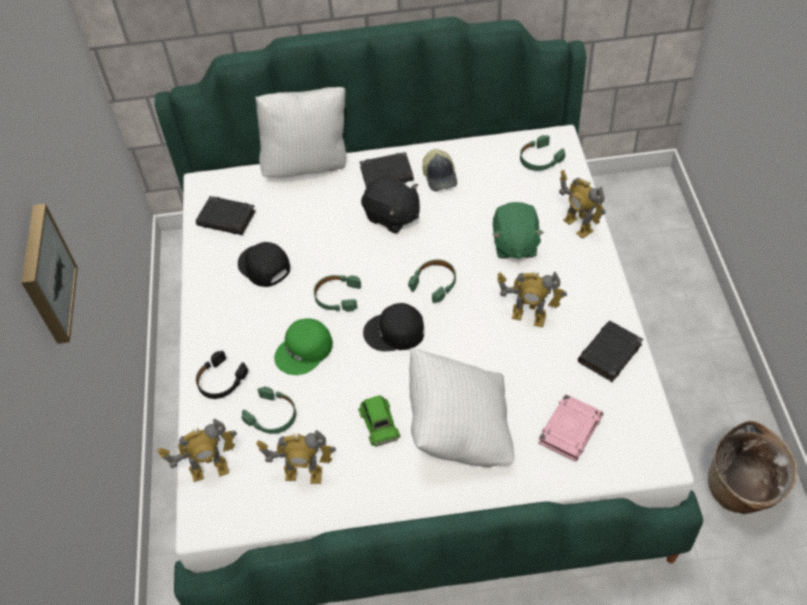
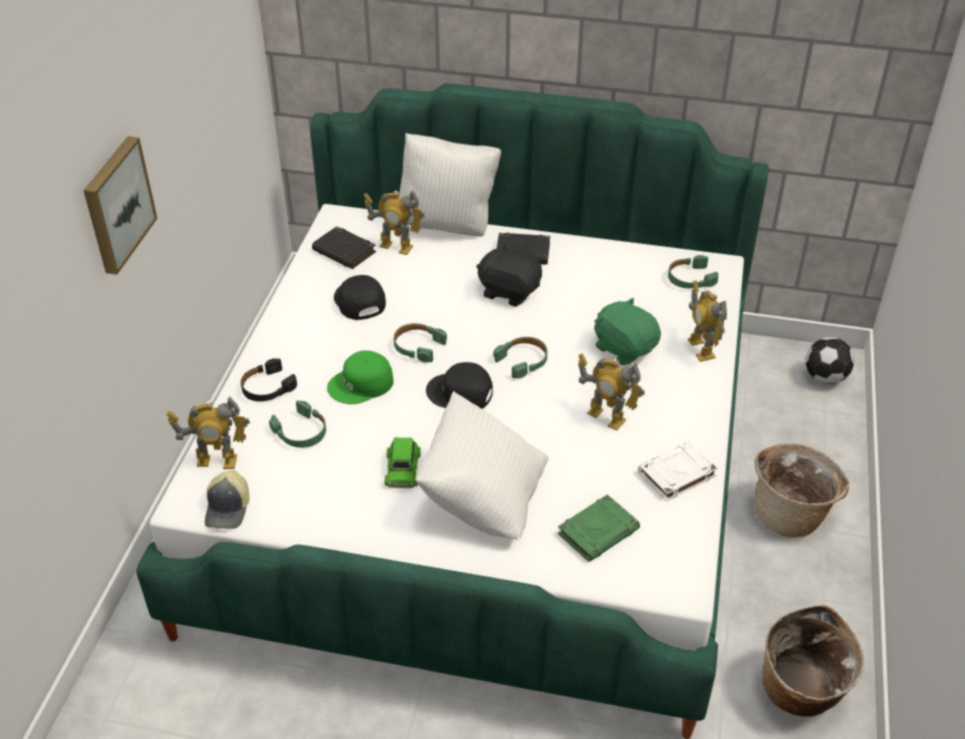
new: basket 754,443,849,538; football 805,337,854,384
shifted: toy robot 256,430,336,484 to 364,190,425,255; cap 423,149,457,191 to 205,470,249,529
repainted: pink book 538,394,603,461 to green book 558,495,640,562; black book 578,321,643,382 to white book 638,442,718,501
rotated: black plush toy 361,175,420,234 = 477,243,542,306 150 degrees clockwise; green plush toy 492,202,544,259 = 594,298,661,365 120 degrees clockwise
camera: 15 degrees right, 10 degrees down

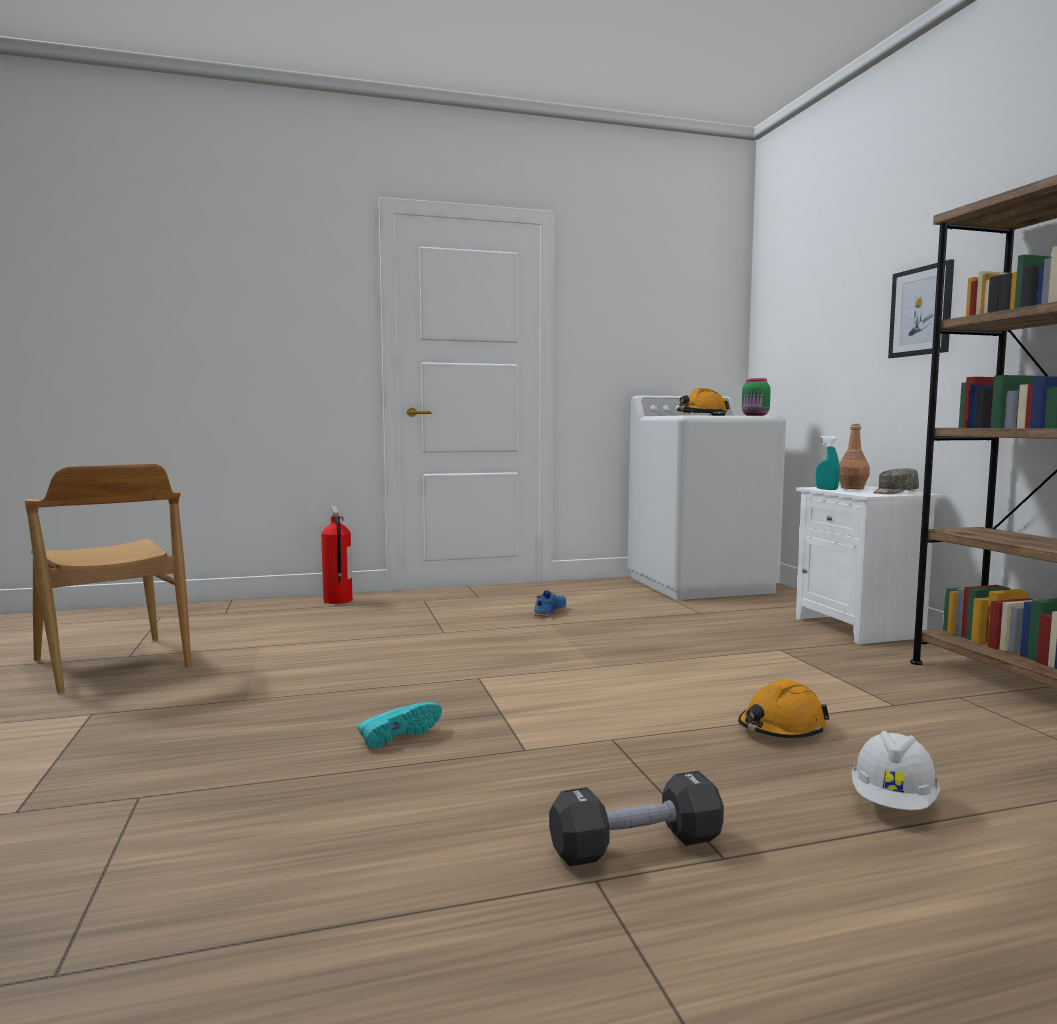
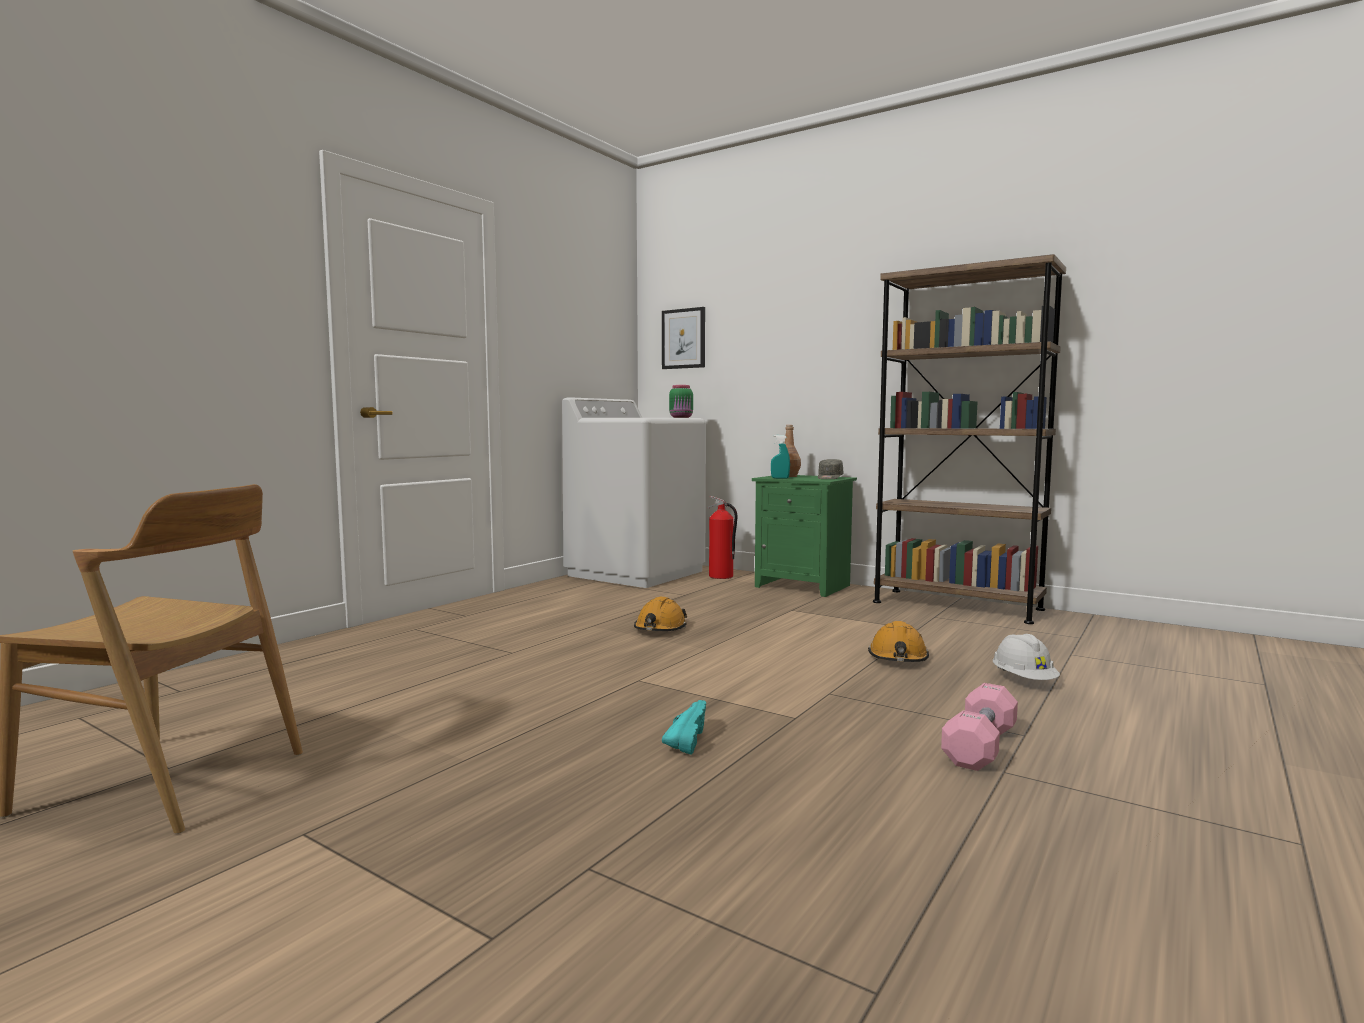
gone: blue shoe 534,590,566,617
shifted: fire extinguisher 321,506,352,604 to 707,496,737,579; orange hard hat 677,388,730,416 to 634,597,687,631; picture 888,259,954,358 to 662,307,705,369
repainted: black dumbbell 549,771,724,867 to pink dumbbell 941,683,1018,771; white nightstand 796,486,942,644 to green nightstand 752,475,857,597
camera: 40 degrees left, 0 degrees up

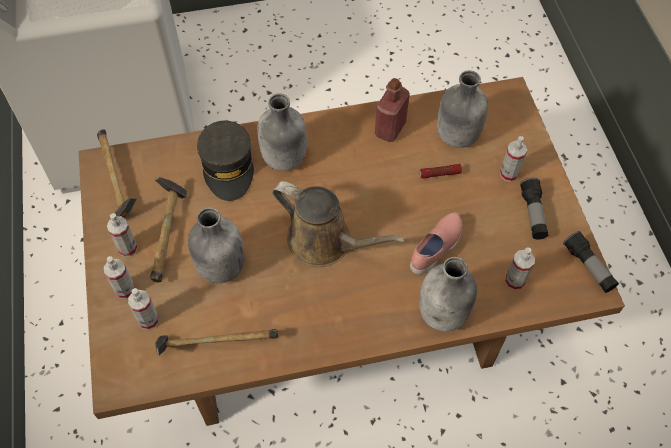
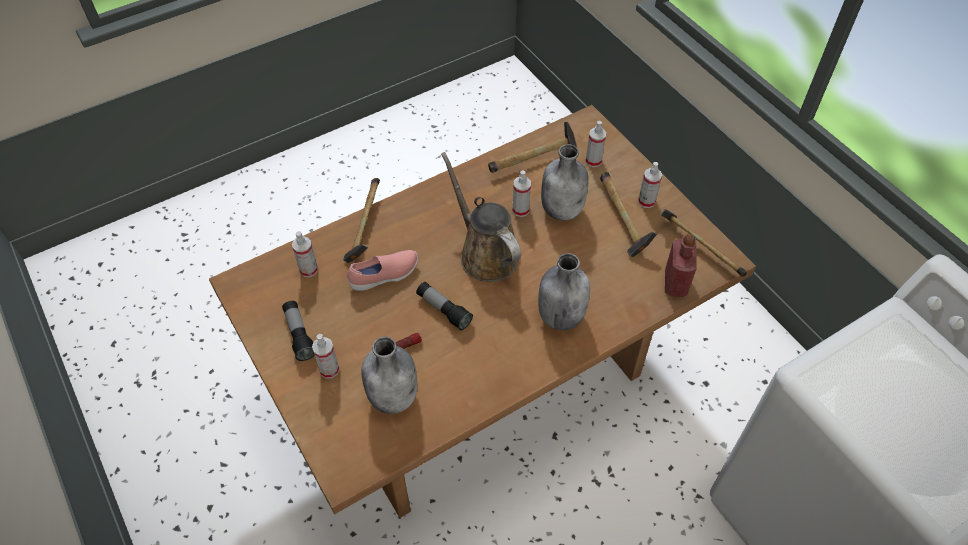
gone: grey cap 197,121,254,201
shifted: spray bottle 104,256,135,299 to 512,170,531,217; red bottle 375,78,410,142 to 665,234,697,297; flashlight 563,231,619,293 to 416,282,473,331
swapped: grey bottle 419,257,477,332 to hammer 343,178,380,263
rotated: brown watering can 272,181,405,267 = 441,152,521,282 45 degrees clockwise; pink shoe 410,213,462,275 = 347,250,418,291 135 degrees counterclockwise
camera: 160 degrees right, 5 degrees down

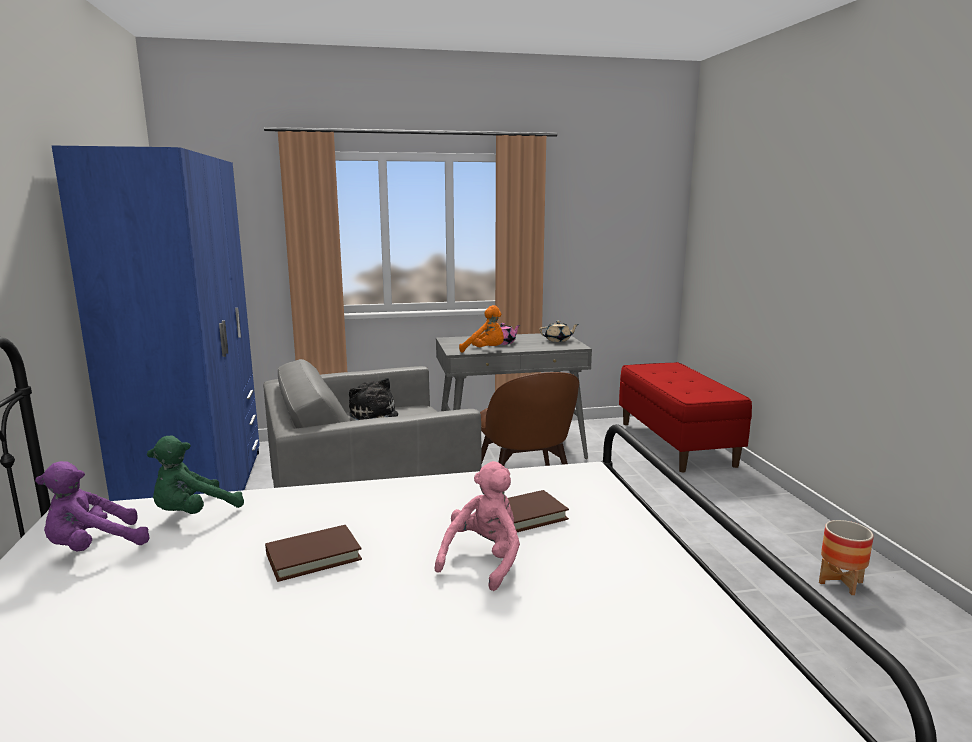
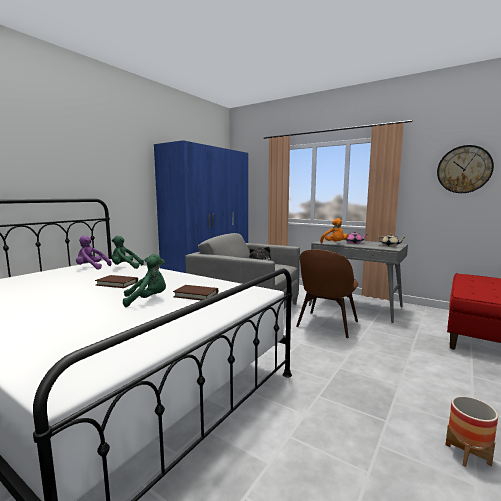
new: wall clock 437,145,494,193
repainted: pink plush toy 435,461,520,591 to green plush toy 123,254,166,307
camera: 45 degrees right, 5 degrees down

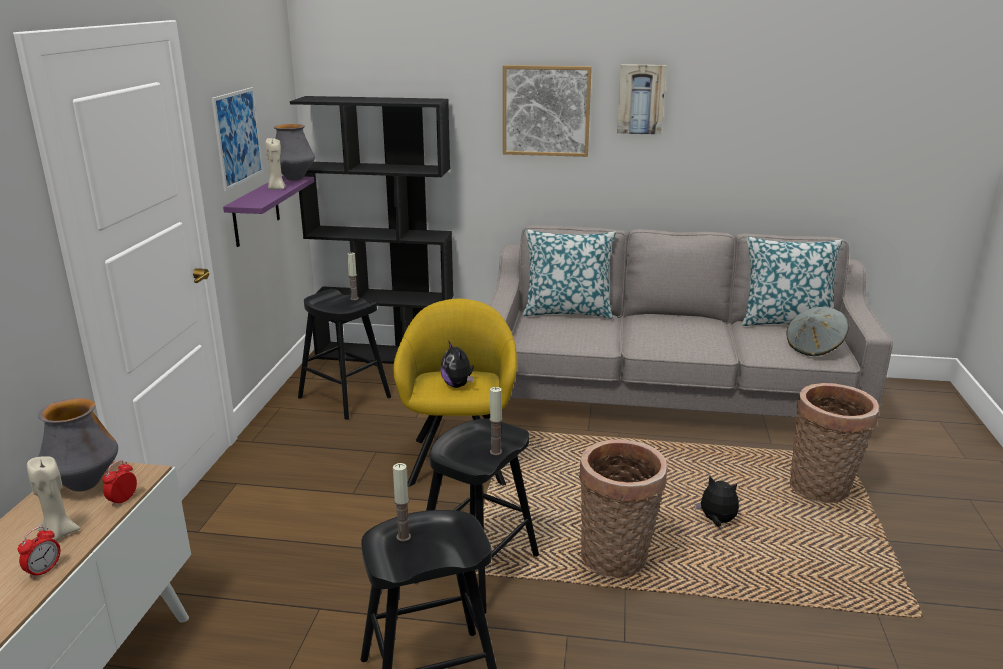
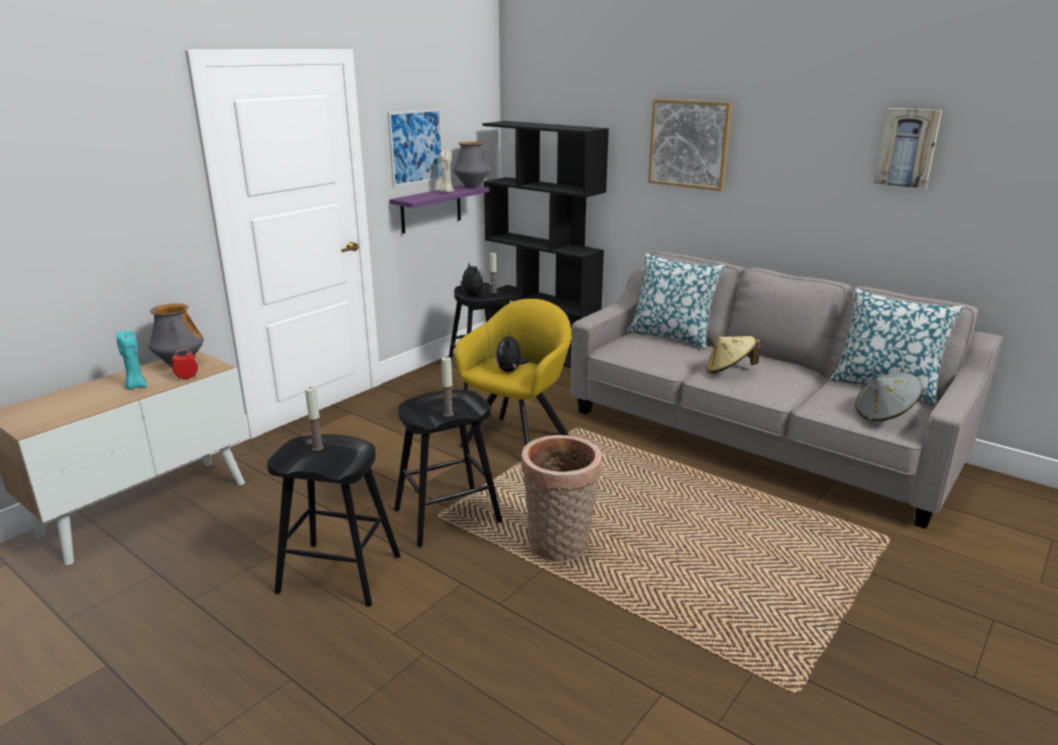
gone: alarm clock 18,526,60,579; basket 790,383,879,503
new: beige hat 706,336,761,374
shifted: picture 617,64,666,135 to 874,108,942,188; plush toy 695,476,739,527 to 459,263,484,296
repainted: beige candle 27,456,80,541 to turquoise candle 117,331,147,389
camera: 30 degrees right, 0 degrees up

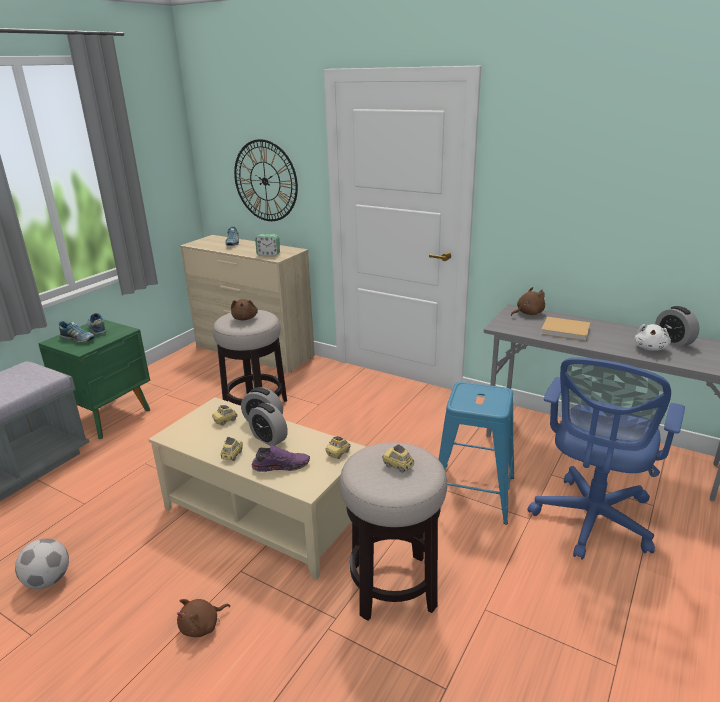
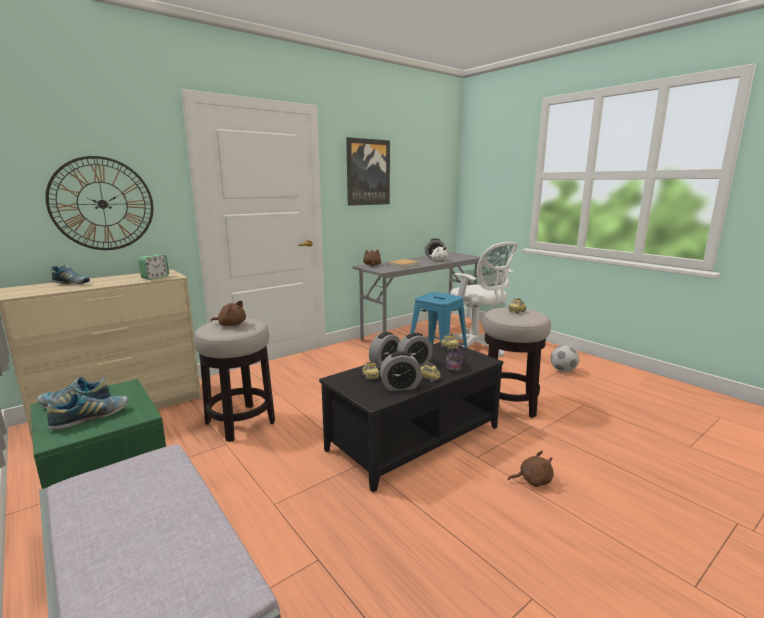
new: picture 346,137,390,206; alarm clock 380,351,422,391
shifted: football 15,538,69,589 to 551,345,579,372
repainted: beige coffee table 149,397,366,580 to black coffee table 319,342,503,492; blue office chair 528,357,685,560 to white office chair 449,242,518,357
rotated: brown plush toy 177,599,230,637 = 508,451,553,487 75 degrees counterclockwise
camera: 70 degrees left, 10 degrees down

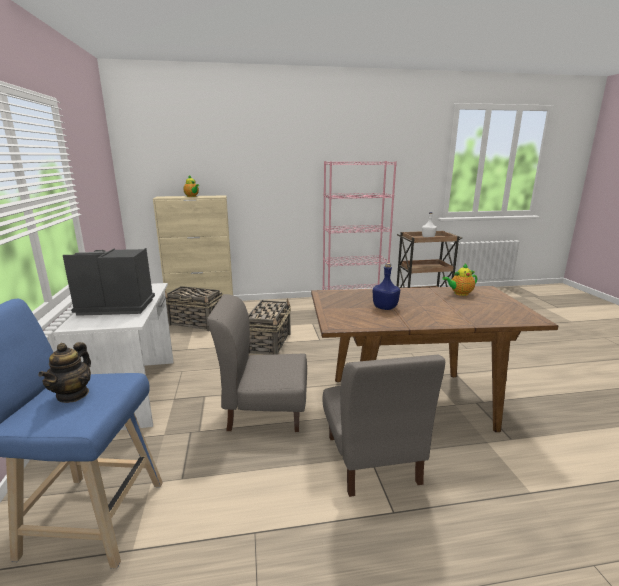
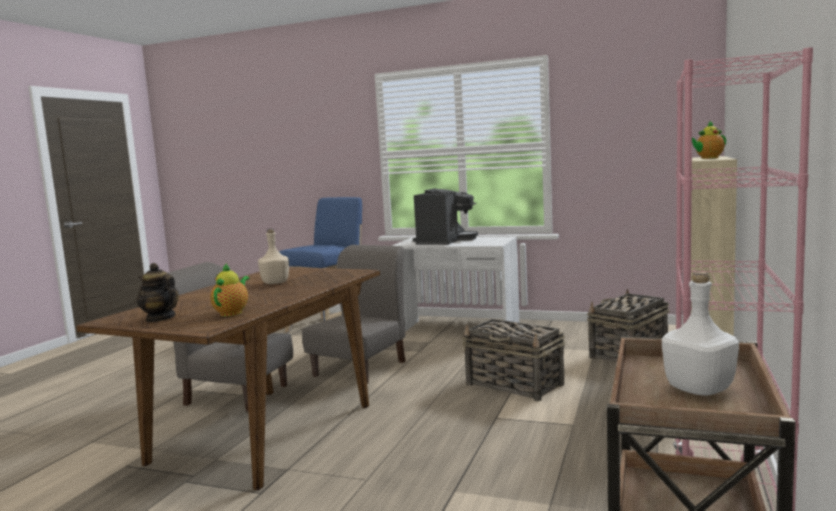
shifted: teapot 38,342,91,403 to 137,263,179,322
repainted: blue bottle 373,263,400,310 to beige bottle 258,228,289,284
camera: 120 degrees right, 10 degrees down

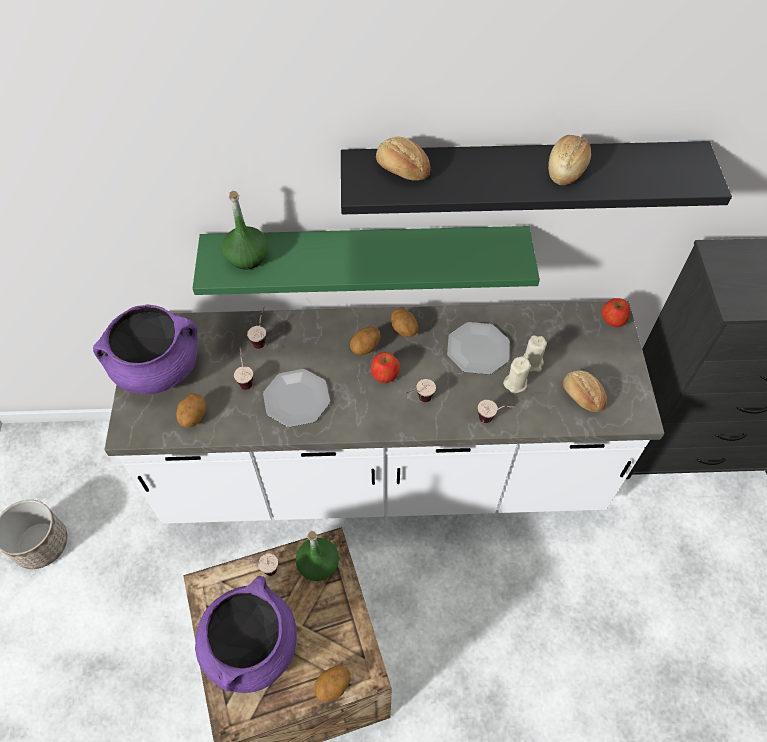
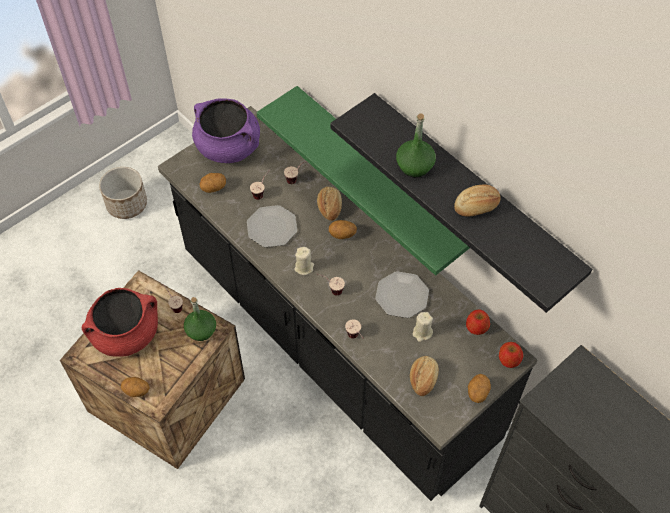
shifted: green bottle 222,191,268,270 to 396,113,436,177; apple 371,352,400,383 to 466,309,490,335; bread 376,136,431,181 to 317,187,342,221; potato 391,308,418,337 to 468,374,491,403; beige candle 503,356,531,393 to 295,247,314,275
repainted: white counter 104,301,664,524 to black counter 158,106,537,501; purple cooking pot 195,576,297,693 to red cooking pot 82,288,158,357
camera: 50 degrees right, 0 degrees up

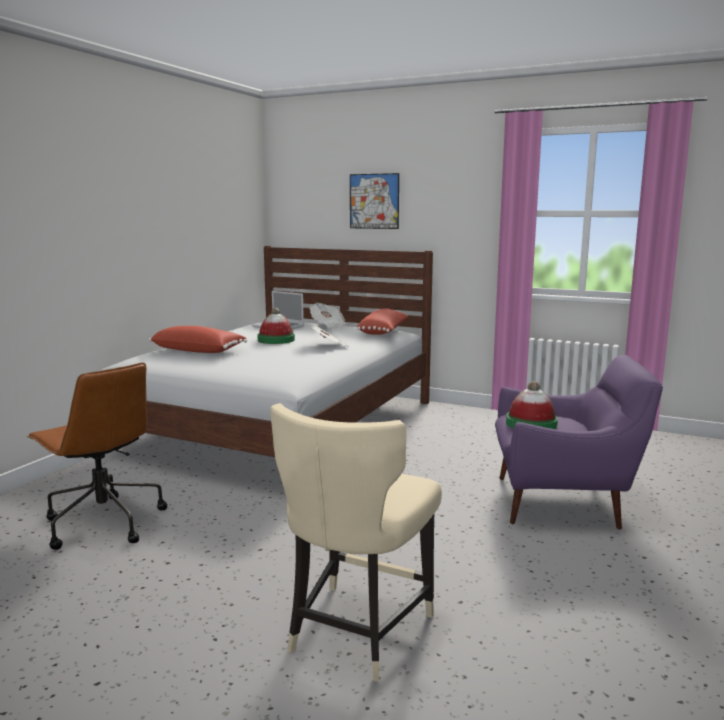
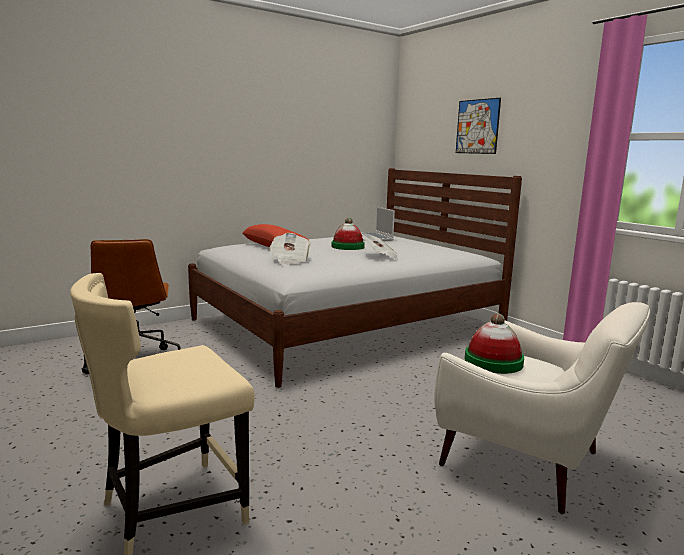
gone: red pillow 357,308,409,335
shifted: newspaper 309,303,346,329 to 269,233,311,265
repainted: purple armchair 495,355,663,530 to white armchair 435,302,650,514
camera: 30 degrees right, 0 degrees up

